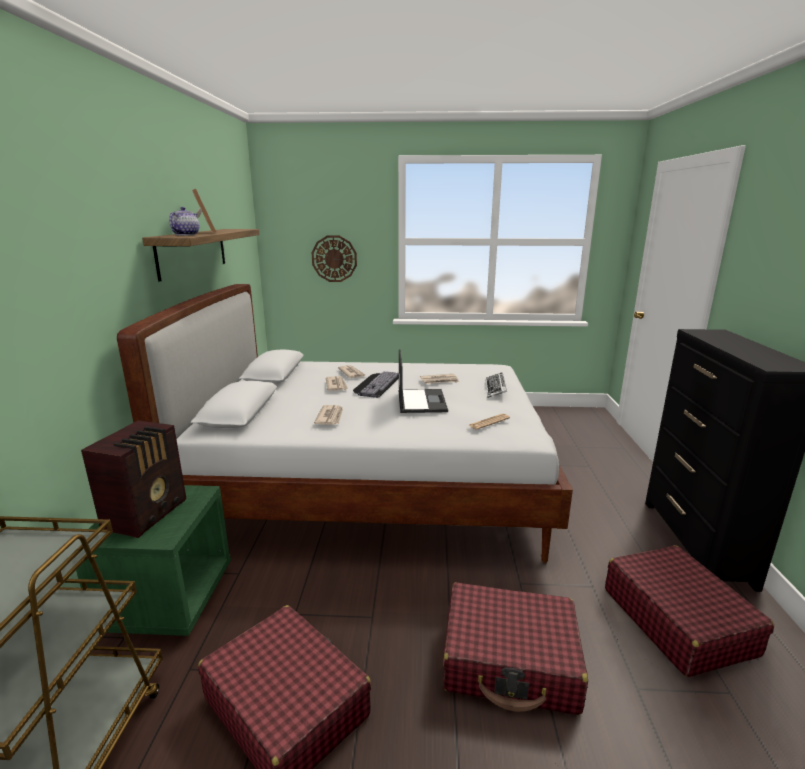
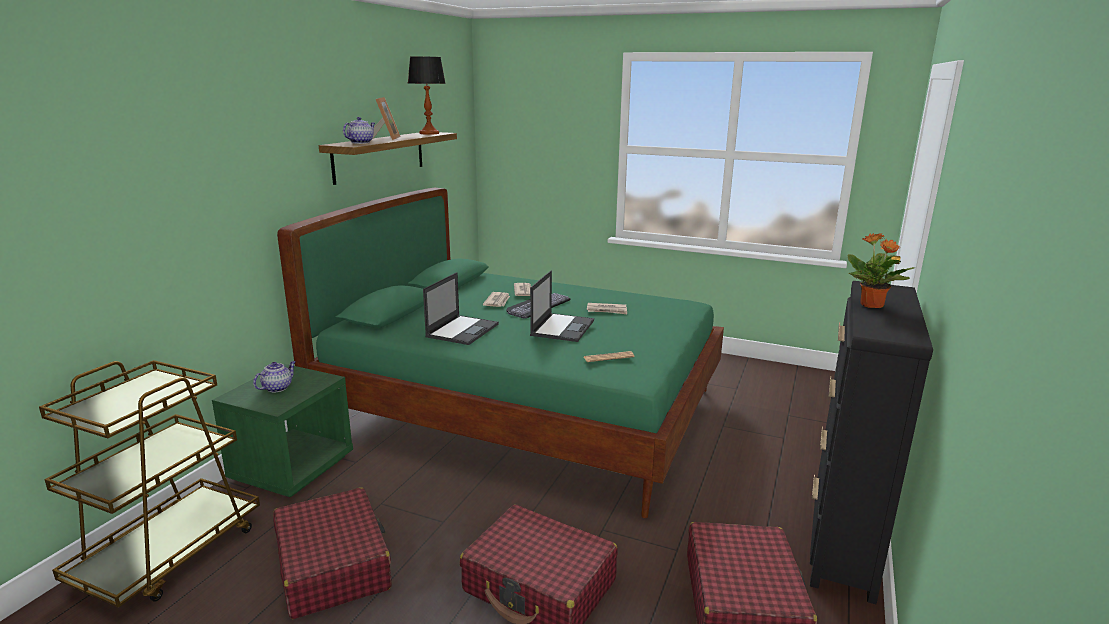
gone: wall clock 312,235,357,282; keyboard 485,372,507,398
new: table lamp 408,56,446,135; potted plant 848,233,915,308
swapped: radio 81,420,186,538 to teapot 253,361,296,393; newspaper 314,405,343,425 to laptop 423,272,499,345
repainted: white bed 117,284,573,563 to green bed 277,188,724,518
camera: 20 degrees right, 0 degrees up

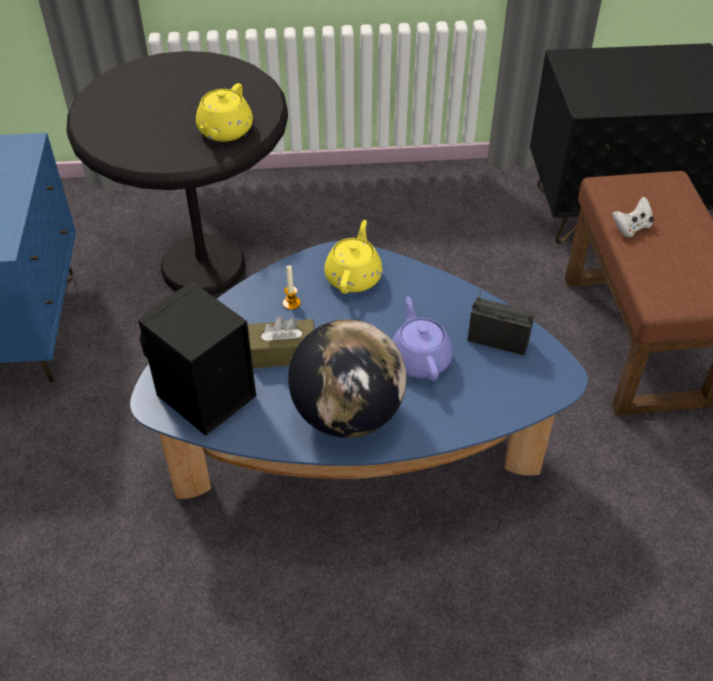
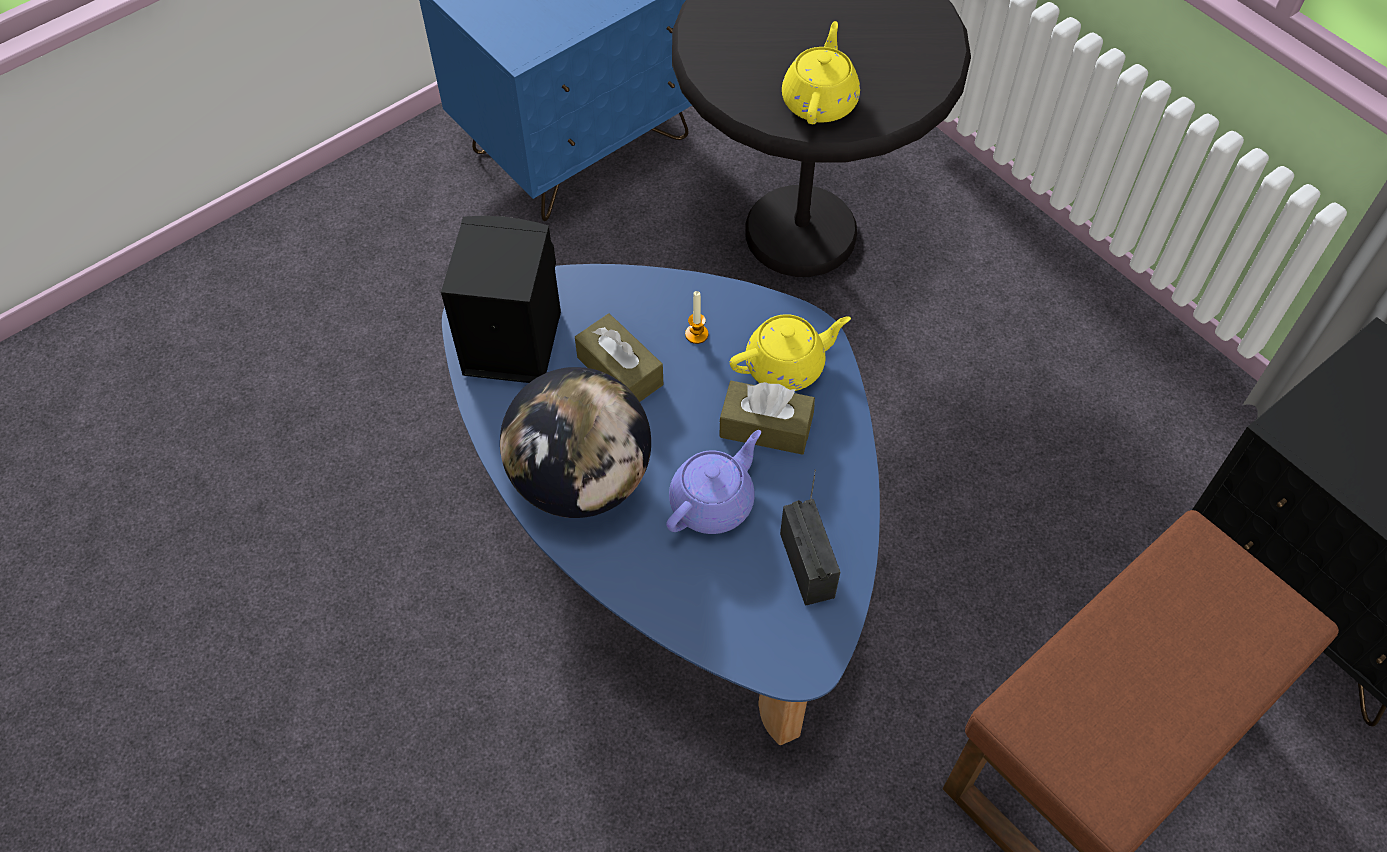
gone: white game controller 612,197,654,237
new: brown tissue box 719,381,815,455
rotated: yellow teapot 196,83,253,142 = 782,21,860,124 120 degrees clockwise
camera: 55 degrees right, 10 degrees up

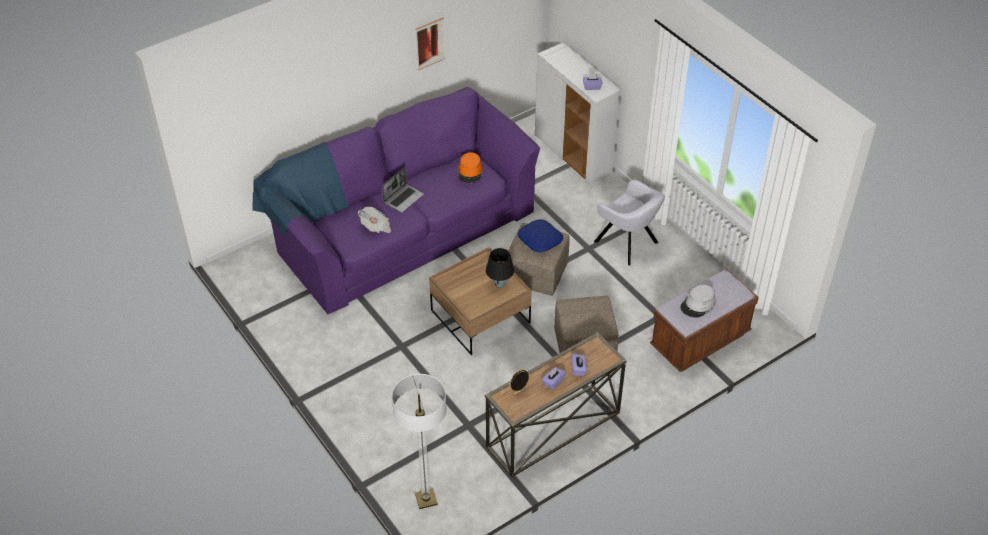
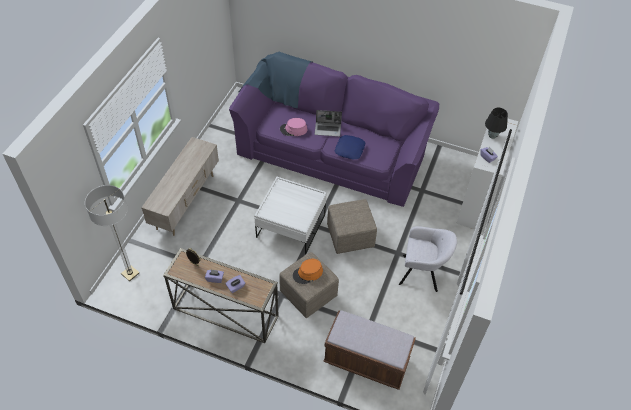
gone: picture 415,17,445,70; grey hat 681,285,715,318
new: beige tv stand 141,137,219,236
shifted: orange hat 458,152,483,183 to 293,259,323,284; black table lamp 486,248,514,288 to 485,108,508,139; blue pillow 518,219,563,253 to 335,135,365,160
swapped: newspaper 358,207,391,233 to pink hat 280,118,308,136
repainted: brown coffee table 429,247,532,355 to white coffee table 254,177,327,255
rotated: grey armchair 594,180,665,265 = 399,226,457,292 90 degrees counterclockwise
camera: 55 degrees right, 5 degrees up

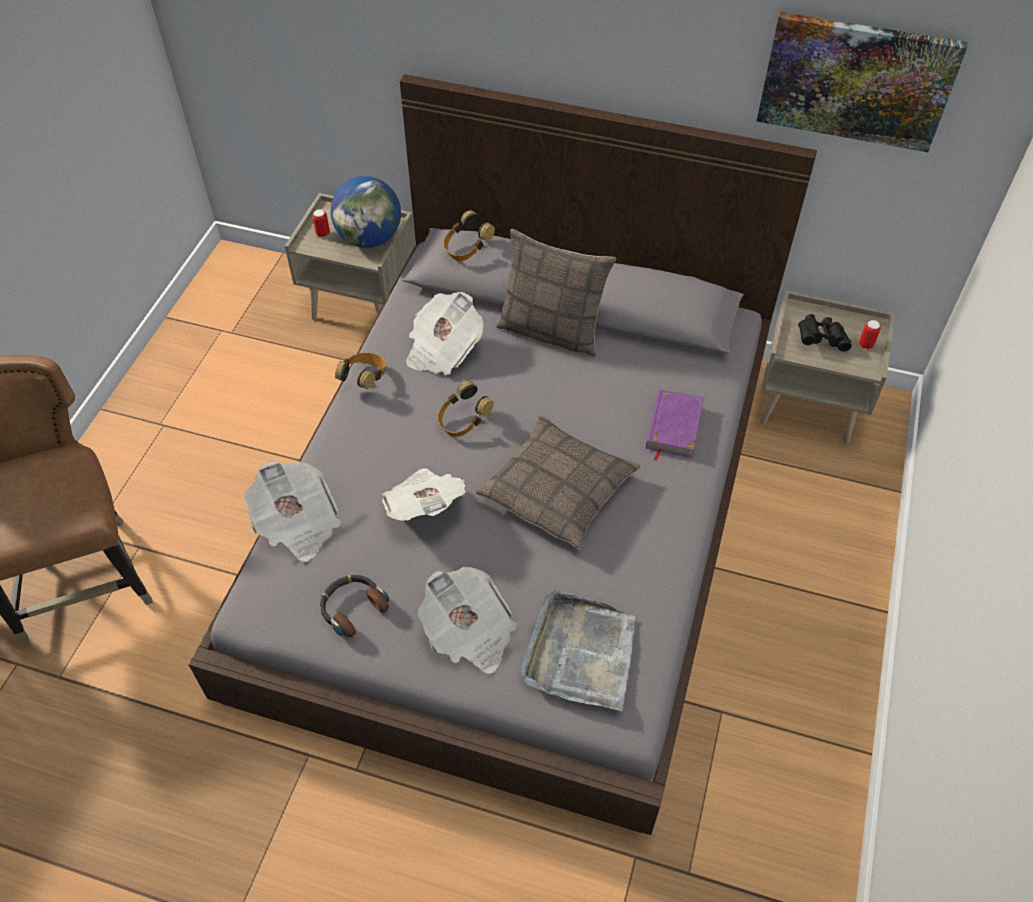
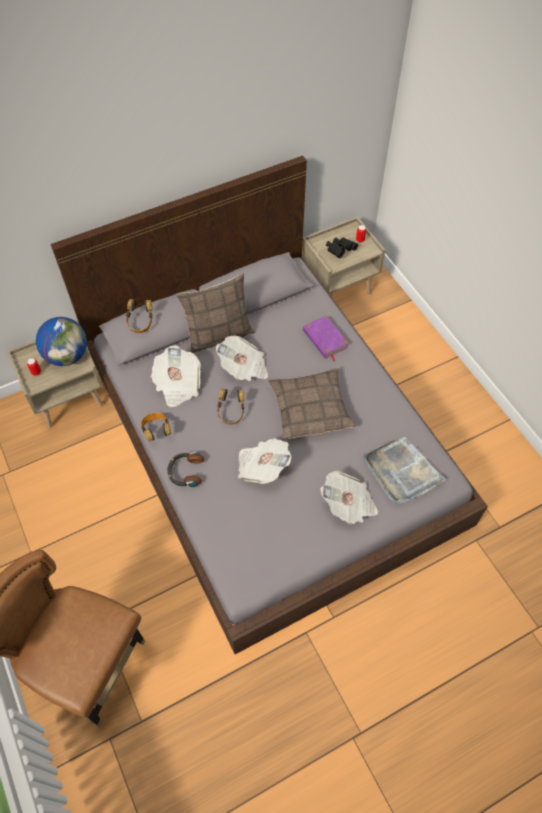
gone: picture 757,12,968,152
shifted: newspaper 244,461,341,562 to 216,335,268,381; headphones 320,574,389,637 to 167,452,204,487
camera: 45 degrees left, 5 degrees up

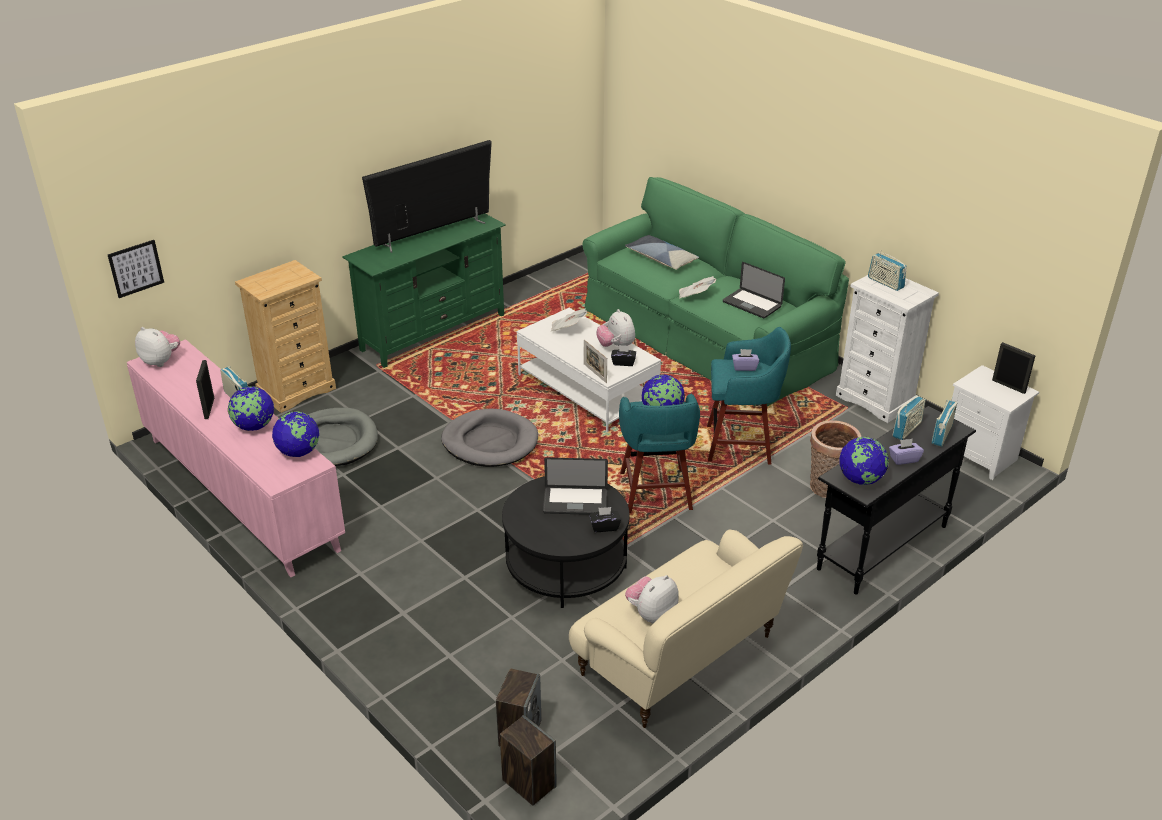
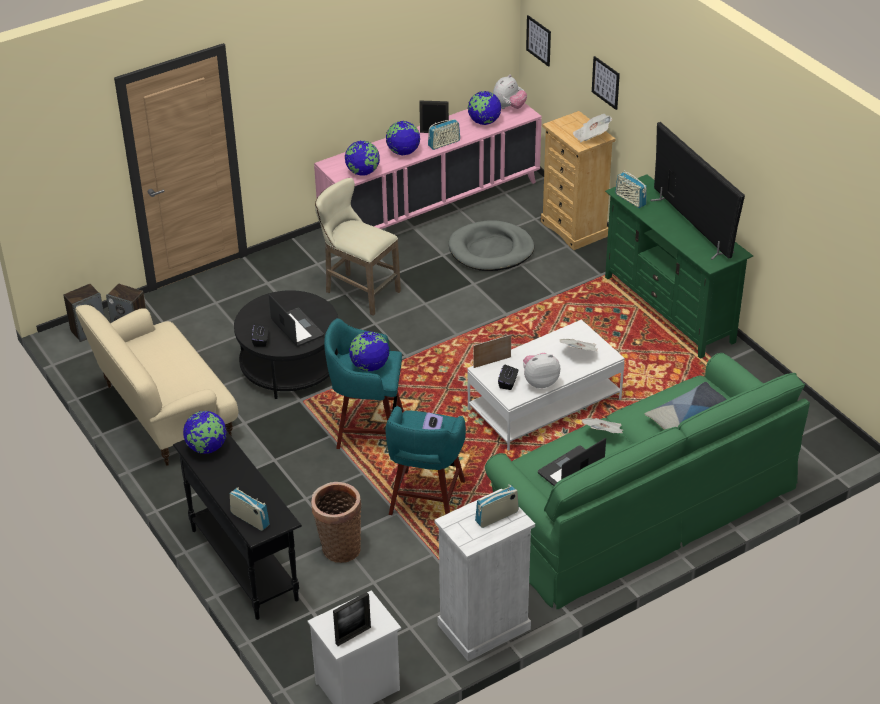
gone: grey dog bed 441,409,538,467; plush toy 625,575,679,623; purple tissue box 889,439,924,465
new: beige stool 315,178,401,316; globe 468,91,501,125; newspaper 573,114,612,142; picture 592,56,620,110
shifted: radio 892,396,926,440 to 615,170,647,208
rotated: laptop 543,458,608,515 = 269,294,324,347 135 degrees clockwise
camera: 100 degrees right, 5 degrees up

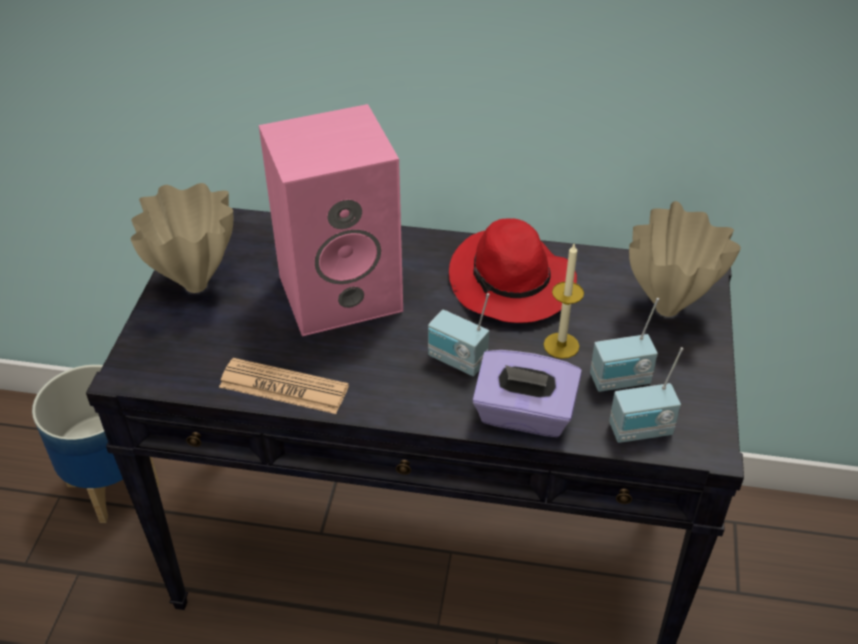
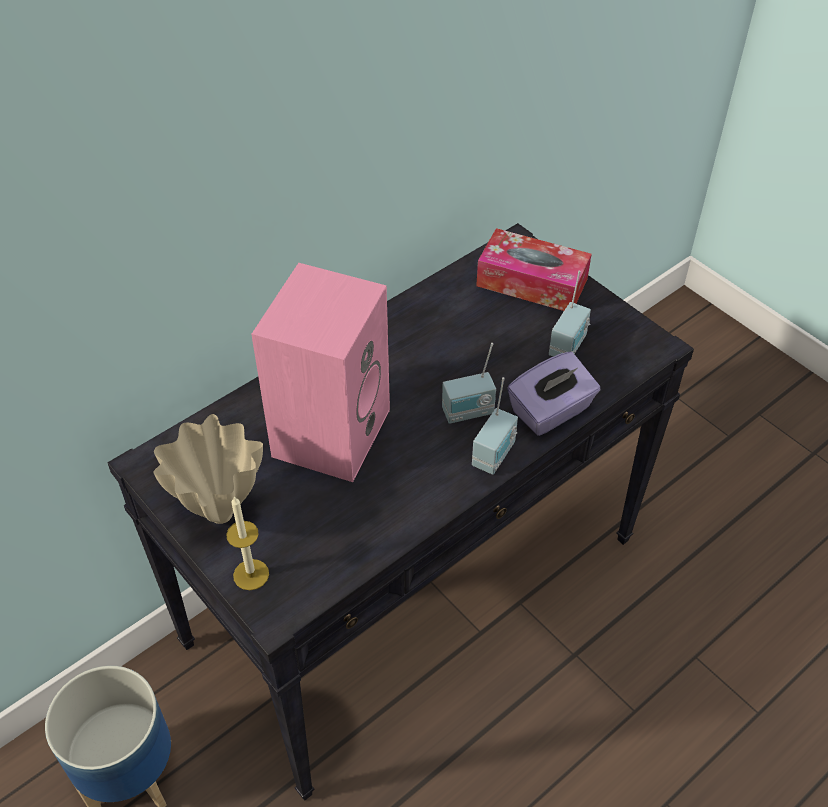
gone: newspaper 219,358,349,414; red hat 449,219,577,323
shifted: candle 543,244,584,359 to 226,496,269,590; radio 609,347,683,443 to 472,377,518,475
swapped: beige vase 629,201,741,317 to tissue box 476,228,592,311
camera: 50 degrees left, 5 degrees up

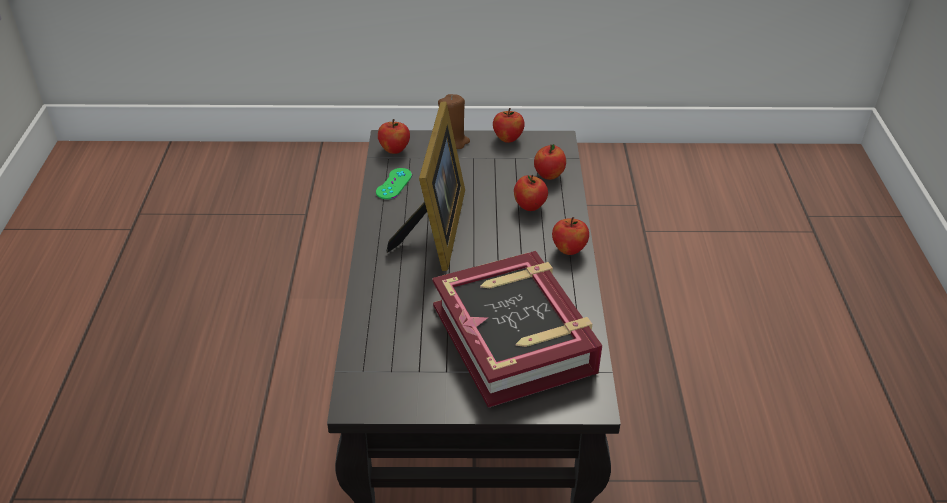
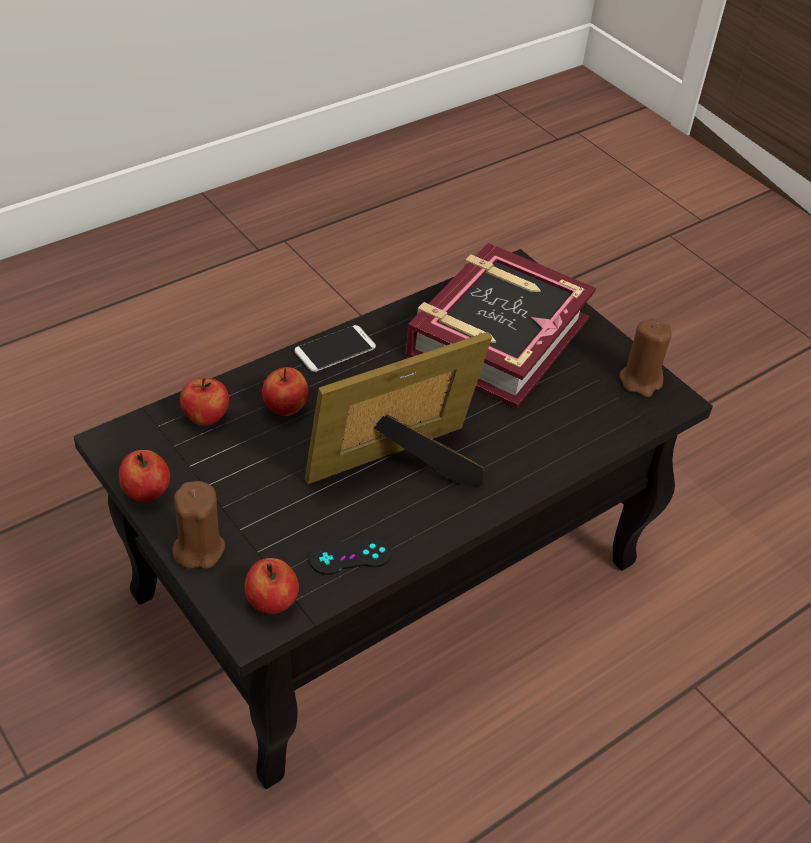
new: brown candle 619,319,672,398
swapped: apple 552,217,589,255 to phone 294,325,376,372
repainted: green game controller 376,168,412,199 to black game controller 309,537,392,575
camera: 130 degrees left, 5 degrees up

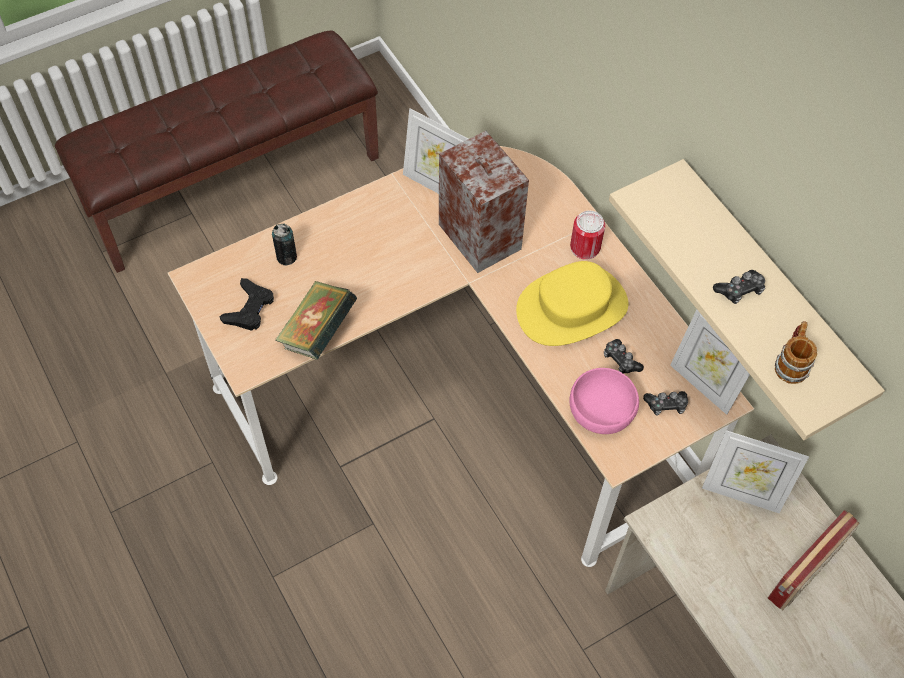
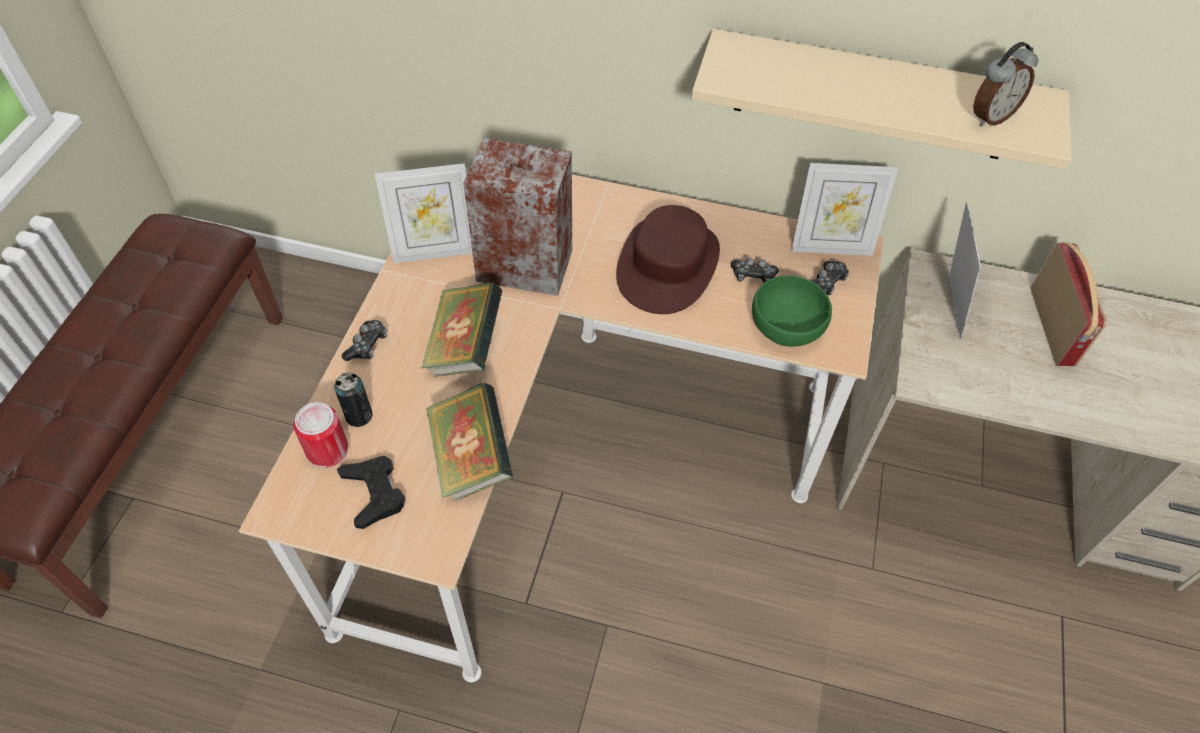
new: book 422,282,502,377
shifted: can 570,211,605,260 to 293,402,348,468; game controller 713,270,765,304 to 342,320,387,361
swapped: mug 775,321,817,384 to alarm clock 973,42,1038,127
repainted: yellow hat 516,261,628,346 to brown hat 616,205,720,314; pink bowl 570,368,639,434 to green bowl 752,275,832,347
rotated: picture frame 702,430,809,513 = 949,201,981,340 60 degrees counterclockwise
camera: 45 degrees left, 5 degrees down

